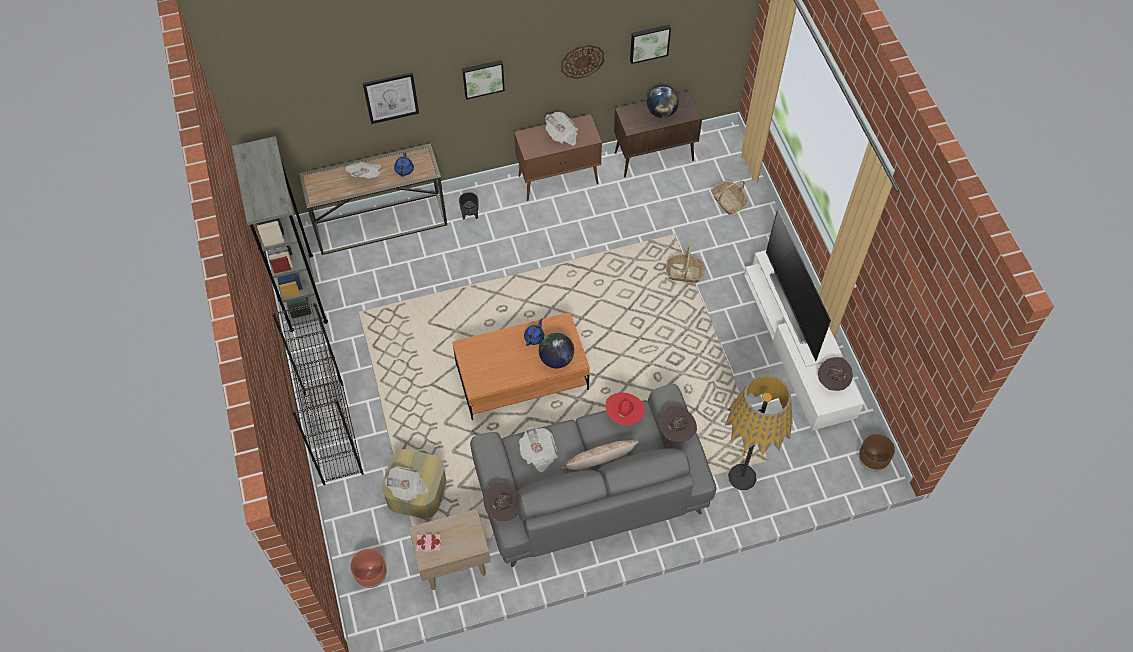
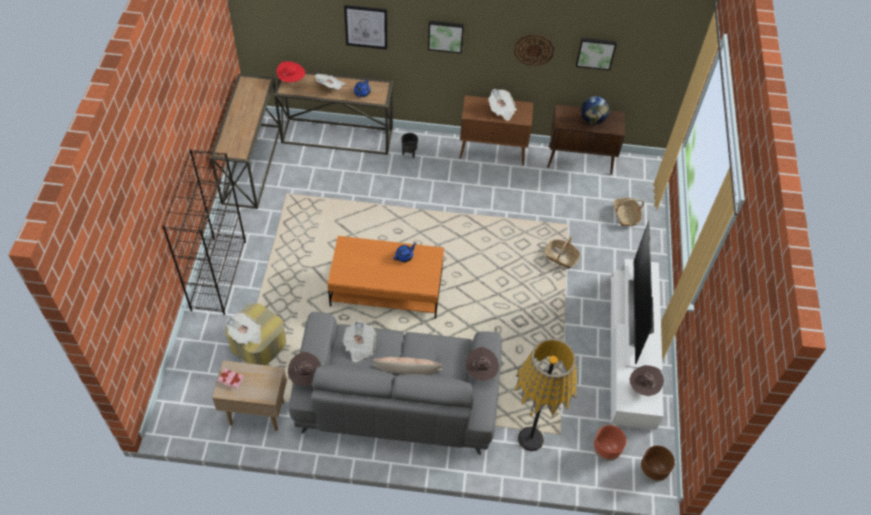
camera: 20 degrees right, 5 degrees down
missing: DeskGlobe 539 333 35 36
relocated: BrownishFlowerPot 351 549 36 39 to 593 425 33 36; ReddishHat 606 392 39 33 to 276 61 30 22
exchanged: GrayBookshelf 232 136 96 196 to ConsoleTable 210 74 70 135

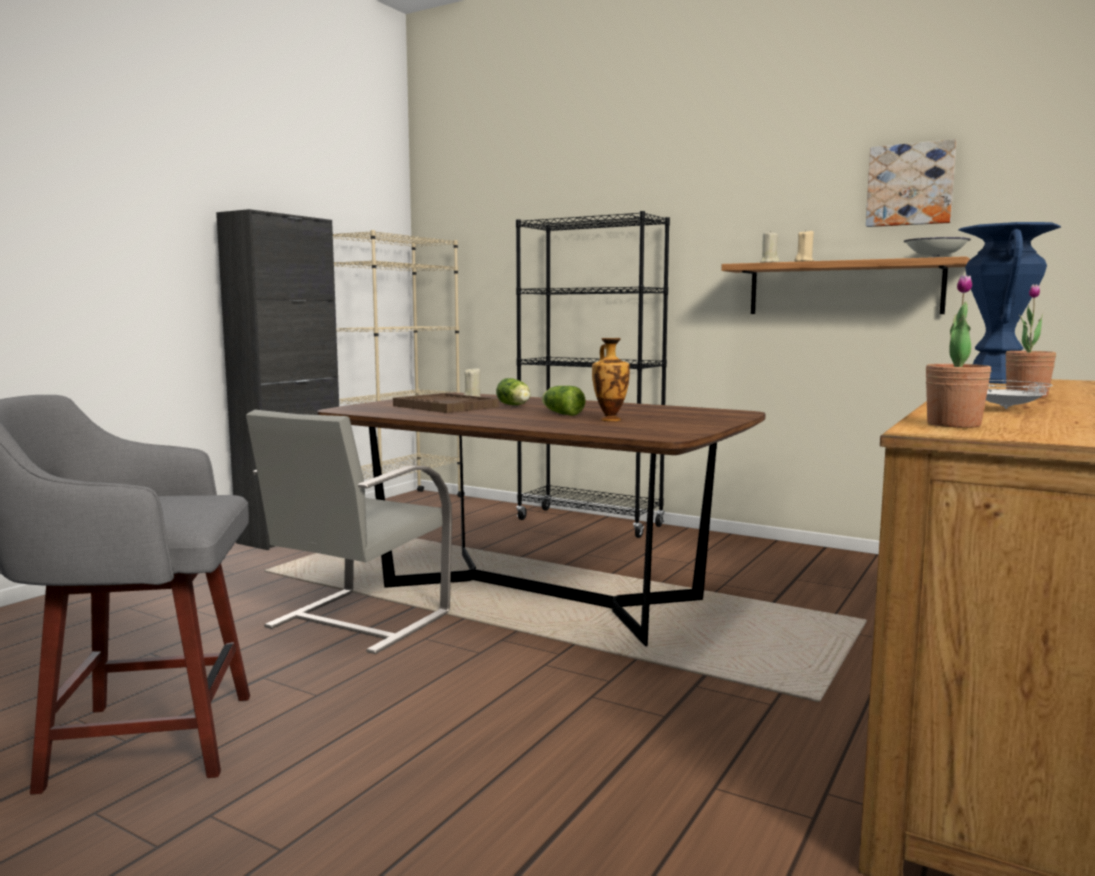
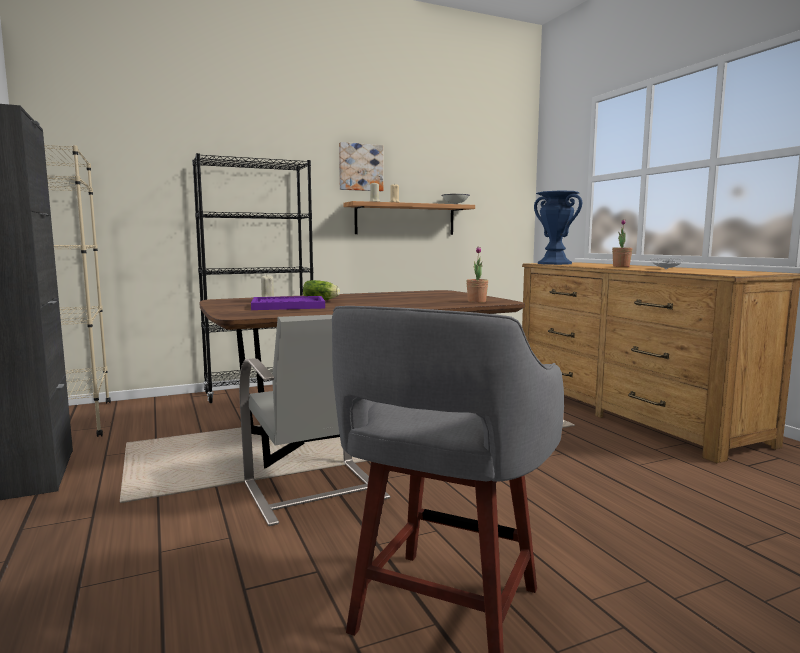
camera: 55 degrees left, 0 degrees up
missing: Lettuce 542 386 43 30; Vase 592 338 38 83
relocated: WallArt 866 139 90 88 to 339 142 44 49; Houseplant 926 274 65 154 to 466 247 22 56
colour: BrownishCarryingTray 393 393 106 20 to PurpleColouredCarryingTray 251 296 74 14

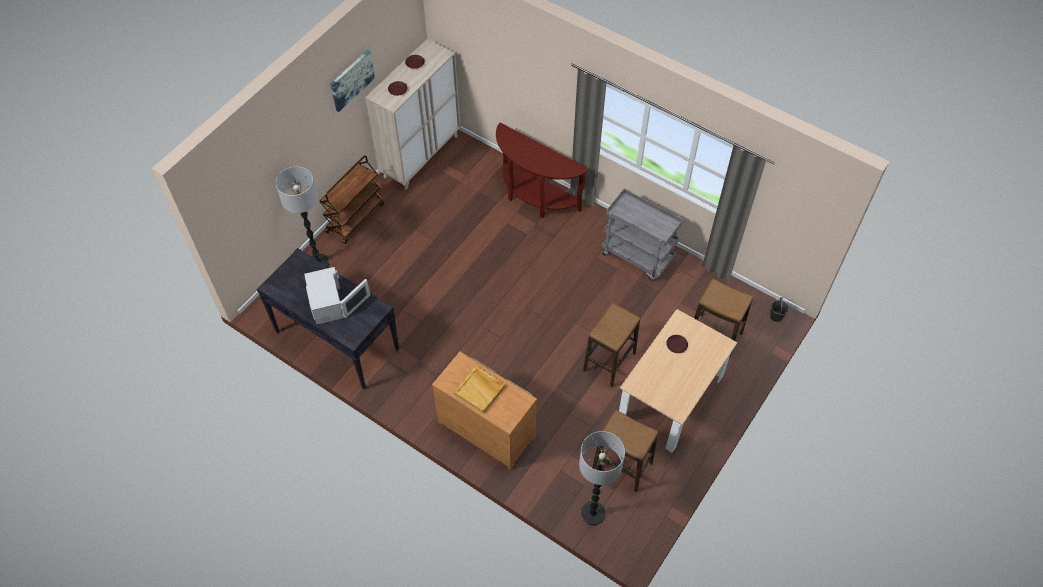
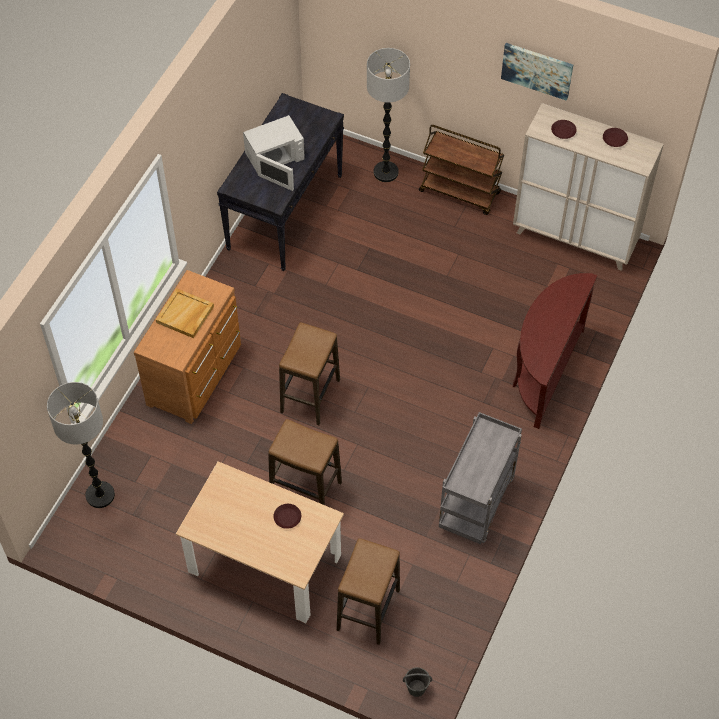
camera: 80 degrees right, 0 degrees up
relocated: SittingStool 592 410 66 82 to 279 322 61 103

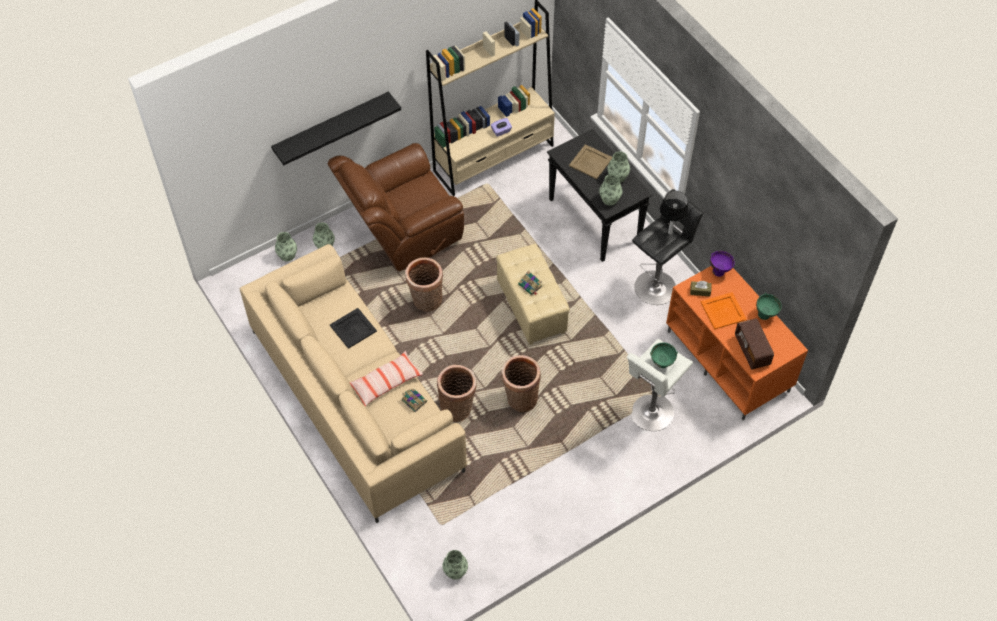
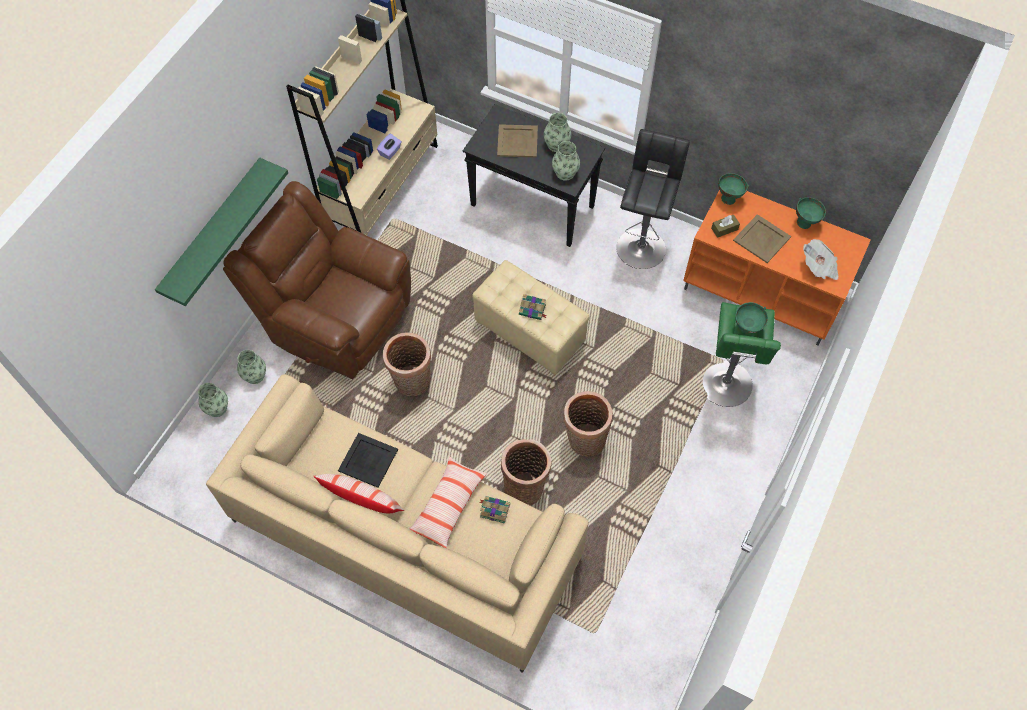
camera: 30 degrees left, 5 degrees up
missing: Vase 443 550 25 30; TabletopLamp 660 191 28 44
appeared: Pillow 313 474 91 39
exchanged: RadioReceiver 735 318 39 51 to PrintedPaper 803 239 36 41
colour: BlackBracketShelf 271 92 130 73 to GreenishBracketShelf 155 158 133 148; WhiteColouredSittingStool 626 339 67 92 to GreenishSittingStool 703 302 78 105; OrangeColouredCarryingTray 701 292 46 37 to SandColouredCarryingTray 733 214 58 49; PurpleColouredDeepDish 710 251 25 26 to GreenishDeepDish 718 173 31 32
spun: BrownishLoungeChair 328 143 136 129 = 223 181 188 198 90 degrees clockwise

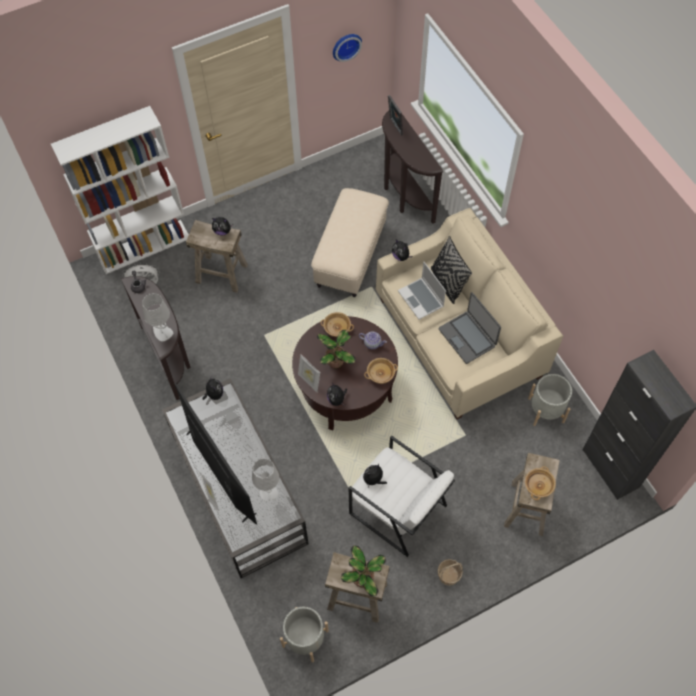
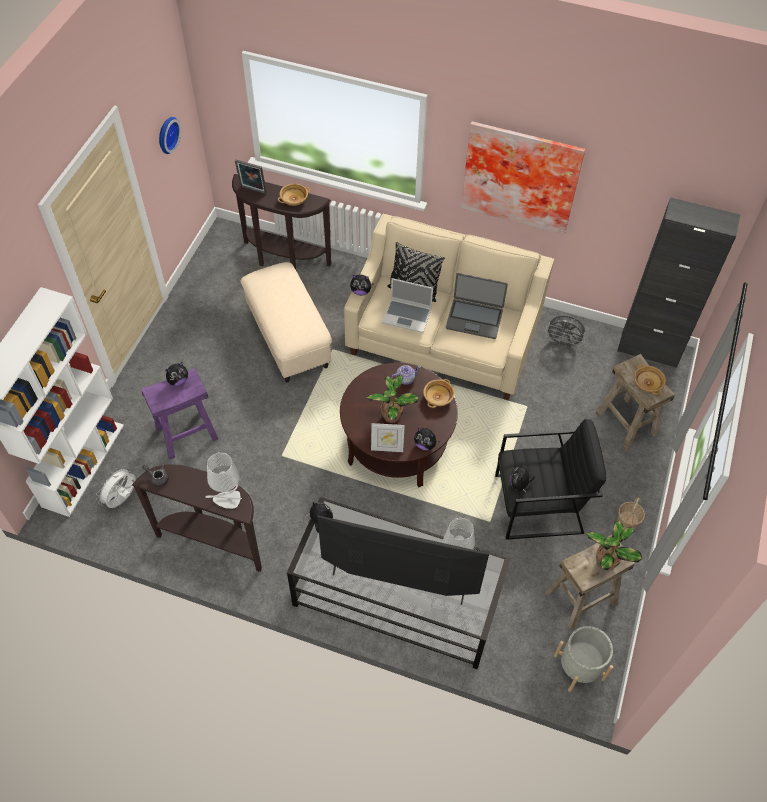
camera: 45 degrees left, 5 degrees down
appeared: WallArt 461 121 124 114
relocated: SandColouredDeepDish 321 312 33 25 to 278 183 32 23
exchanged: GrayFlowerPot 528 374 44 52 to GrayCoolingFan 545 316 41 32
colour: SandColouredSittingStool 186 220 62 73 to PurpleColouredSittingStool 141 368 77 91; WhiteColouredLoungeChair 349 436 106 121 to BlackLoungeChair 495 419 111 121

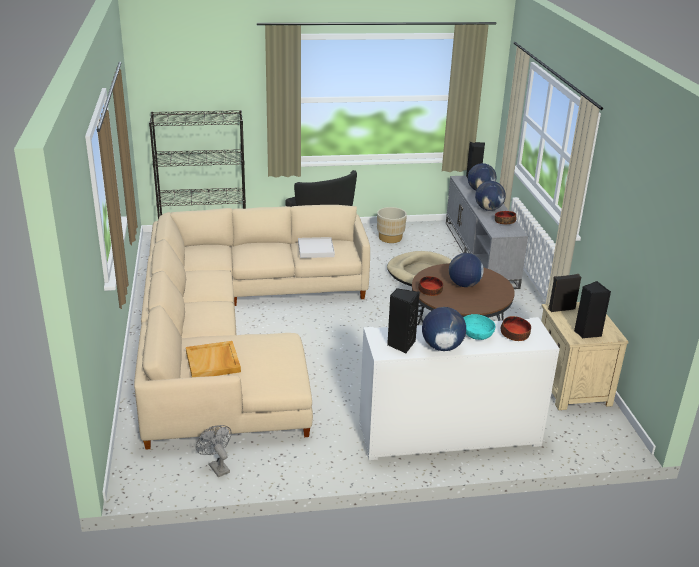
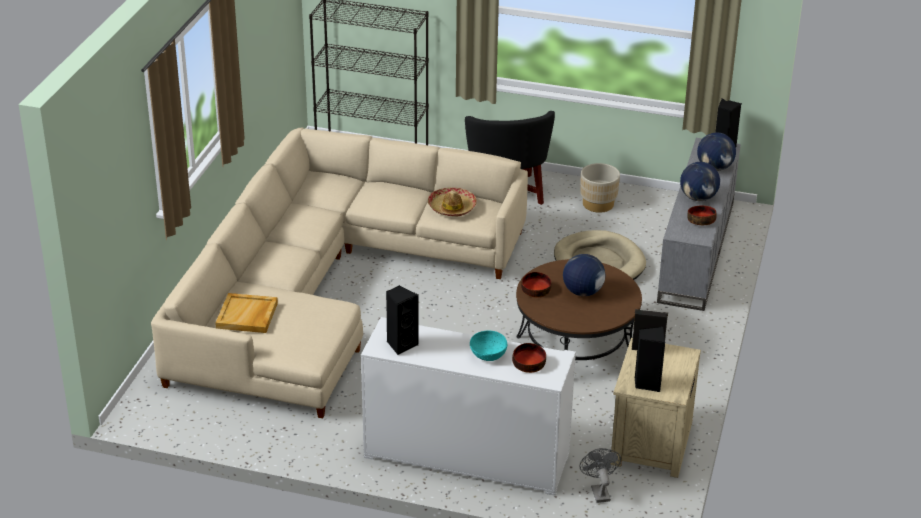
camera: 25 degrees right, 5 degrees up
missing: DeskGlobe 422 307 44 44
relocated: GrayCoolingFan 196 425 35 52 to 580 448 41 55
exchanged: WhiteColouredCarryingTray 298 237 37 21 to Hat 428 188 49 29

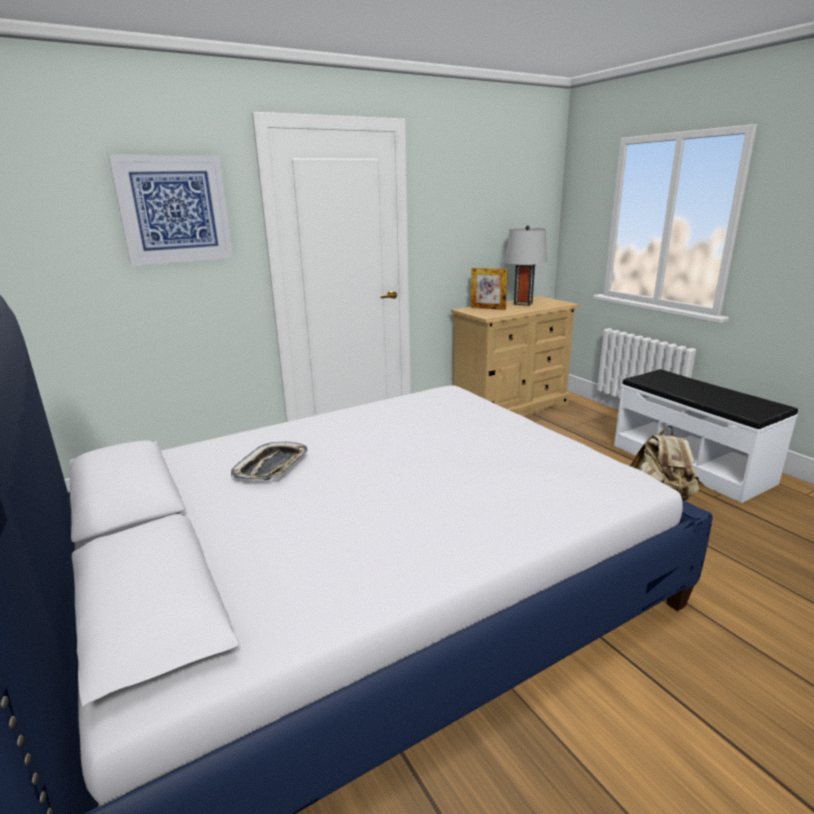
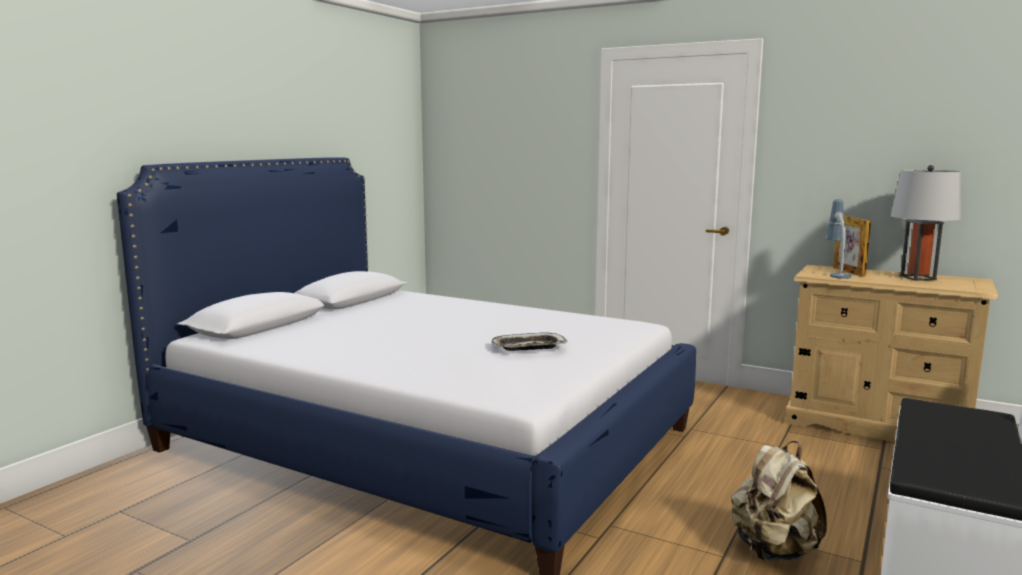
camera: 60 degrees right, 10 degrees down
missing: WallArt 108 155 125 111
appeared: TabletopLamp 826 199 25 80
relocated: CarryingTray 231 442 77 39 to 492 333 76 18

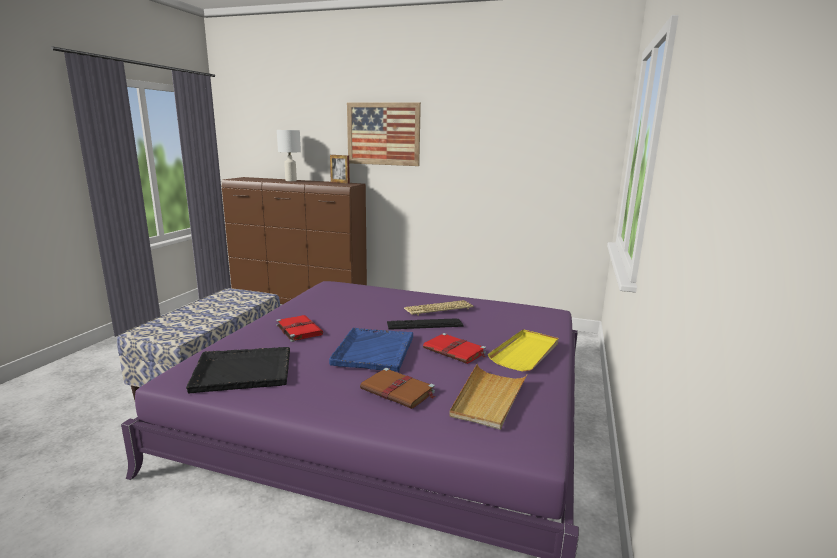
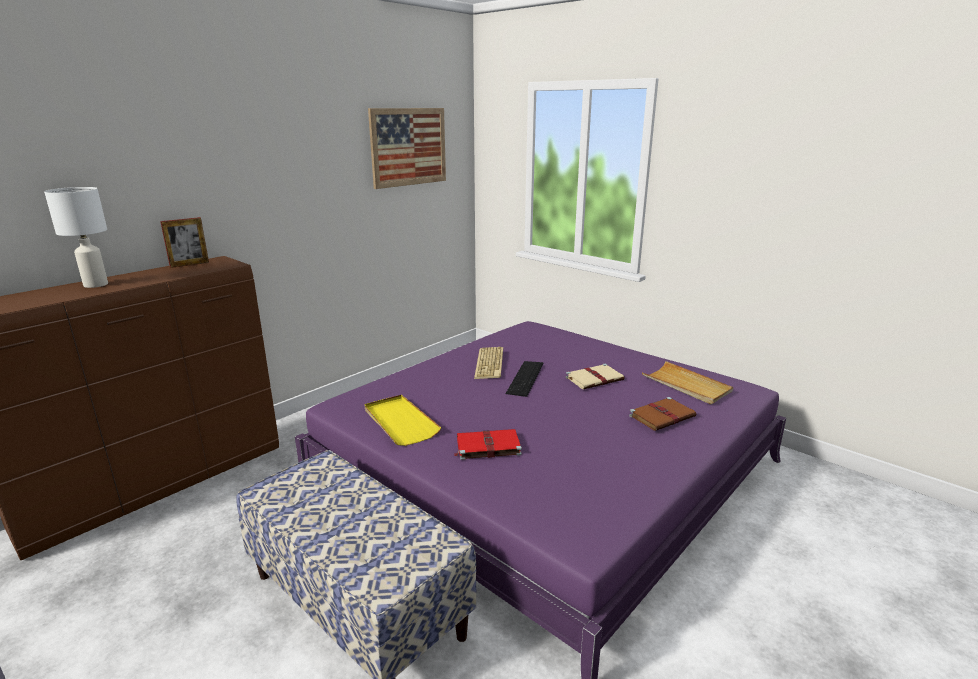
camera: 65 degrees left, 5 degrees up
missing: BlackCarryingTray 186 347 104 47; BluishCarryingTray 329 328 84 44
relocated: WallArt 347 102 74 64 to 368 108 78 81; YellowCarryingTray 488 329 71 42 to 364 395 77 51
colour: ReddishVolume 423 333 64 31 to SandColouredVolume 566 364 59 25

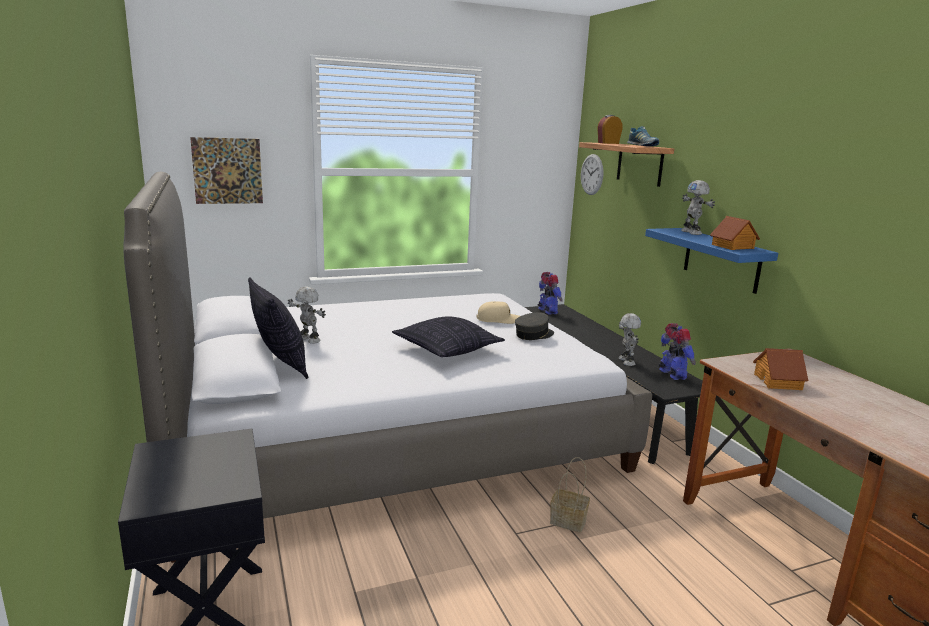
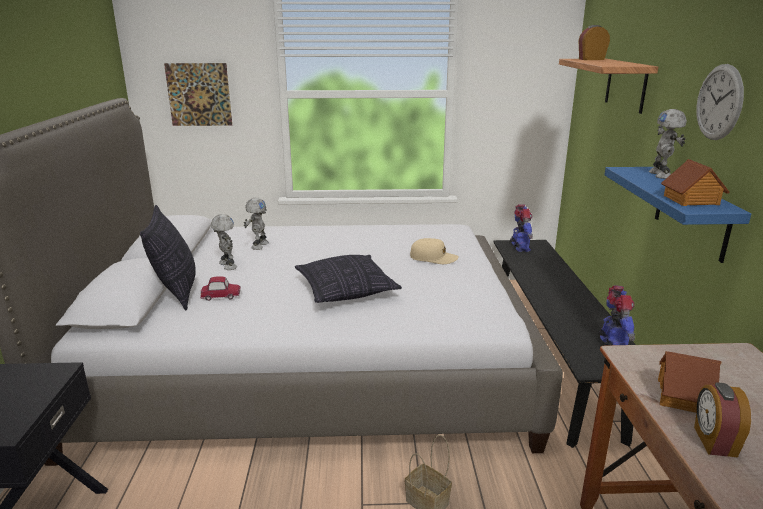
camera: 20 degrees right, 5 degrees up
missing: GrayCap 515 312 39 28; ItemOfFootwear 627 126 32 20
appeared: ModelCar 200 276 41 25; TableClock 694 382 57 75
relocated: WallClock 581 154 23 41 to 696 64 48 76; RobotFigure 619 313 22 53 to 244 198 25 52

